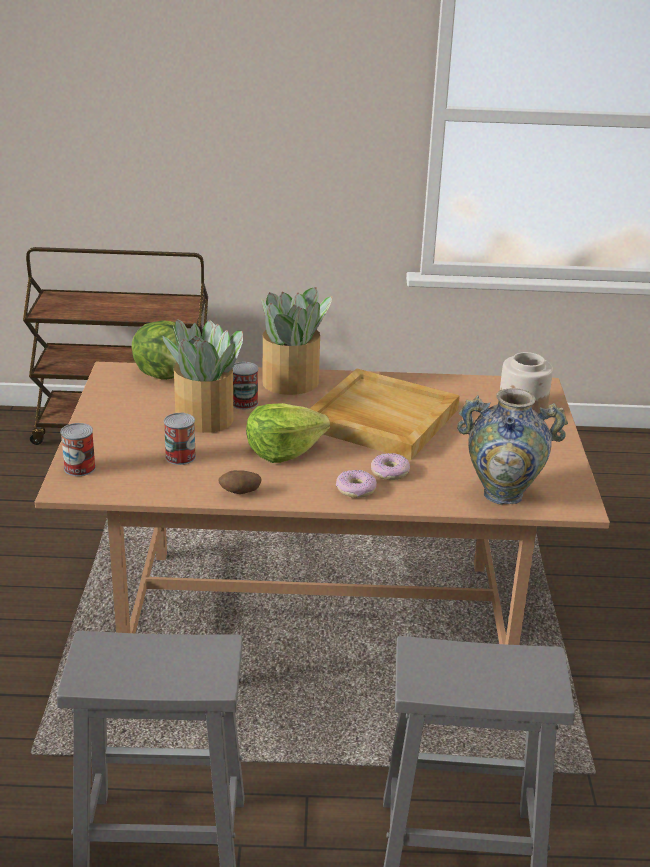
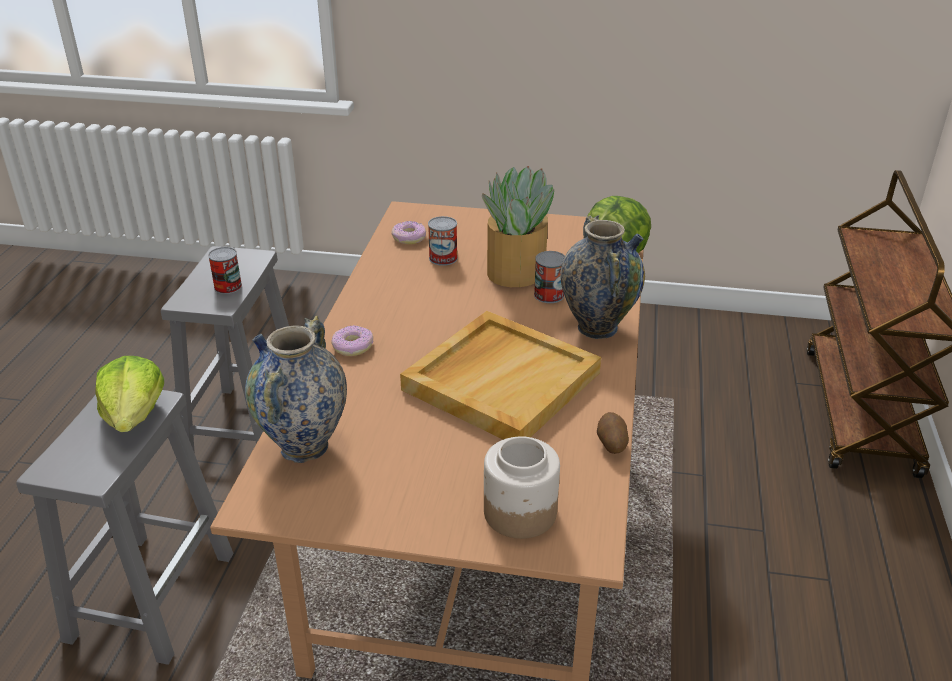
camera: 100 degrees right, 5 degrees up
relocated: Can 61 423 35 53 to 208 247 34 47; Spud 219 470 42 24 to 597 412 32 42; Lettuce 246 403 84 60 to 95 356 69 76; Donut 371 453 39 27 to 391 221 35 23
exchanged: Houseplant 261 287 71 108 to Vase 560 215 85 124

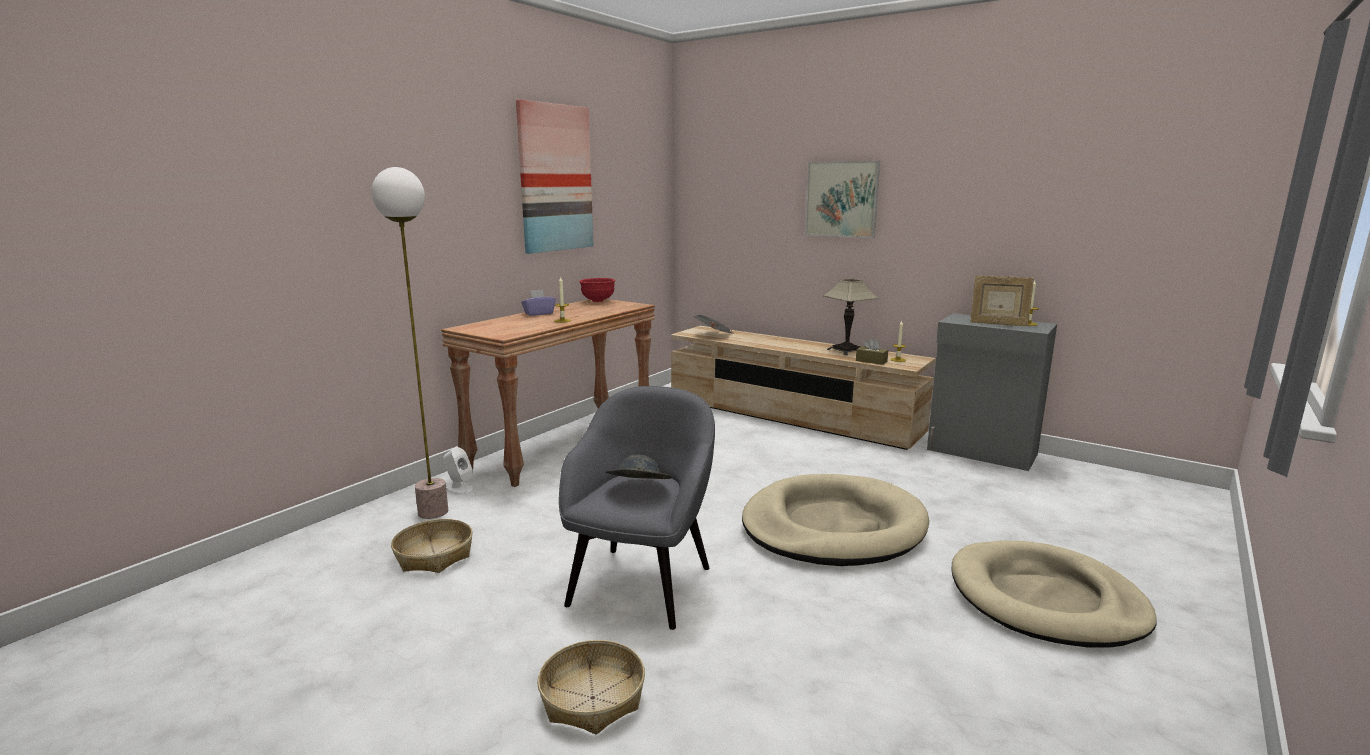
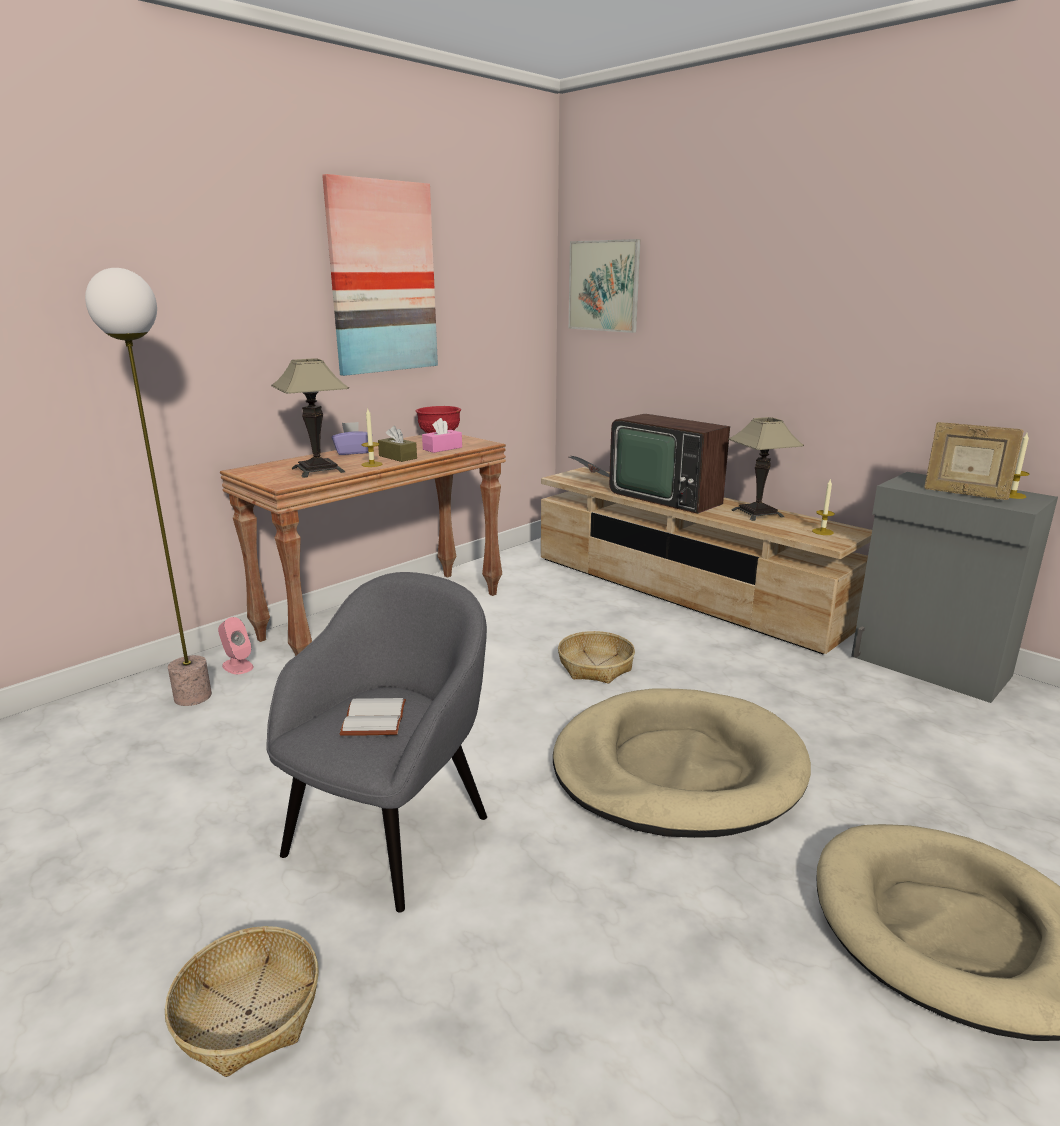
camera: 10 degrees right, 5 degrees up
appeared: TabletopLamp 271 358 78 120; PinkTissueBox 422 418 40 35; TvSet 609 414 121 100
relocated: StorageBasket 391 519 82 54 to 558 631 77 52; WallArt 805 161 75 77 to 569 239 71 94; BrownishTissueBox 856 338 32 27 to 378 426 39 36
exchanged: GrayHat 605 455 67 24 to WhiteColouredVolume 340 698 66 37
colour: WhiteColouredAudioSpeaker 443 447 30 48 to PinkAudioSpeaker 218 617 36 57

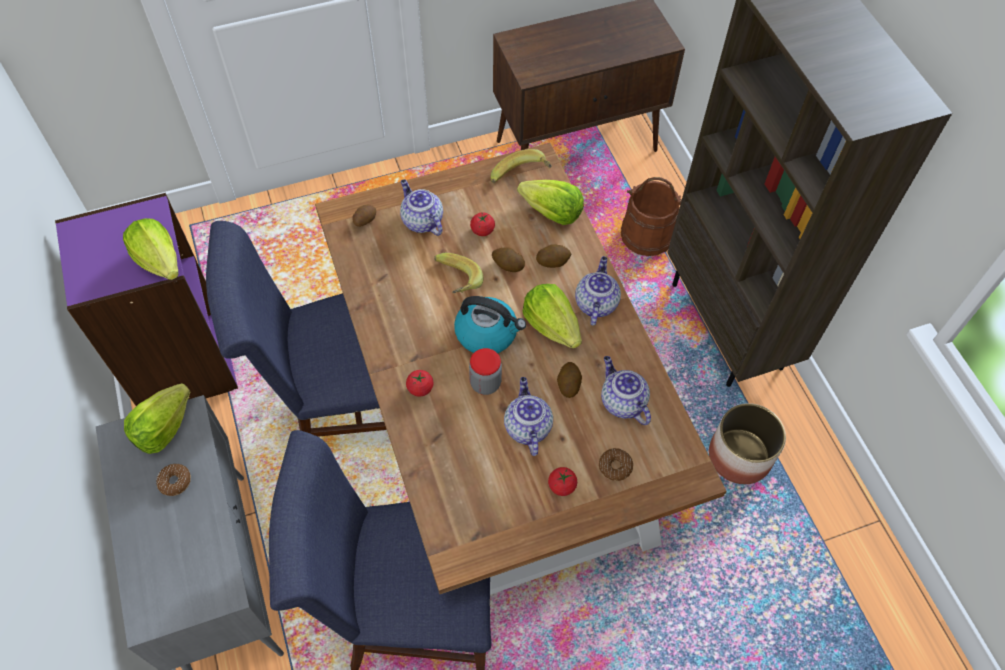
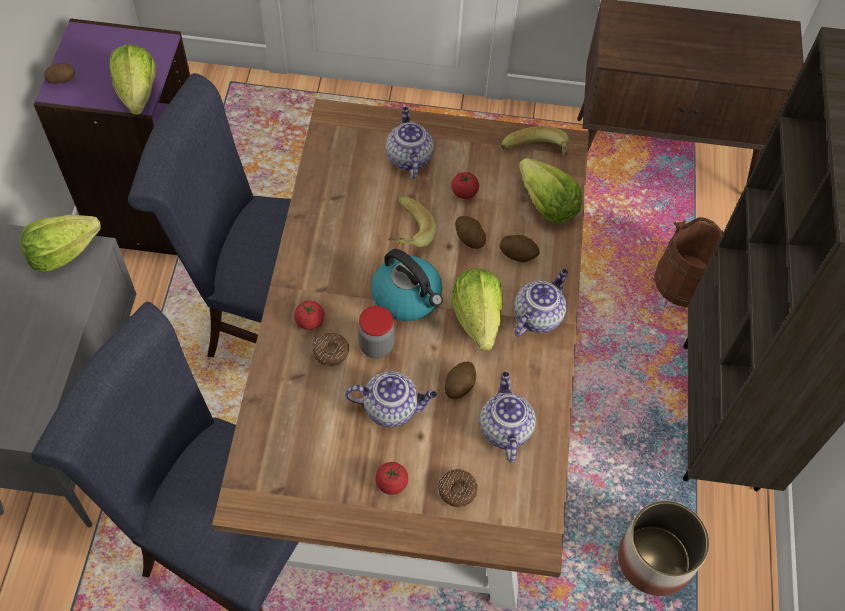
camera: 25 degrees right, 0 degrees up
relocated: Donut 156 464 35 32 to 312 333 37 33; Spud 352 205 24 22 to 44 63 31 21
spun: TeaPot 504 377 49 79 = 345 371 92 56 75 degrees clockwise

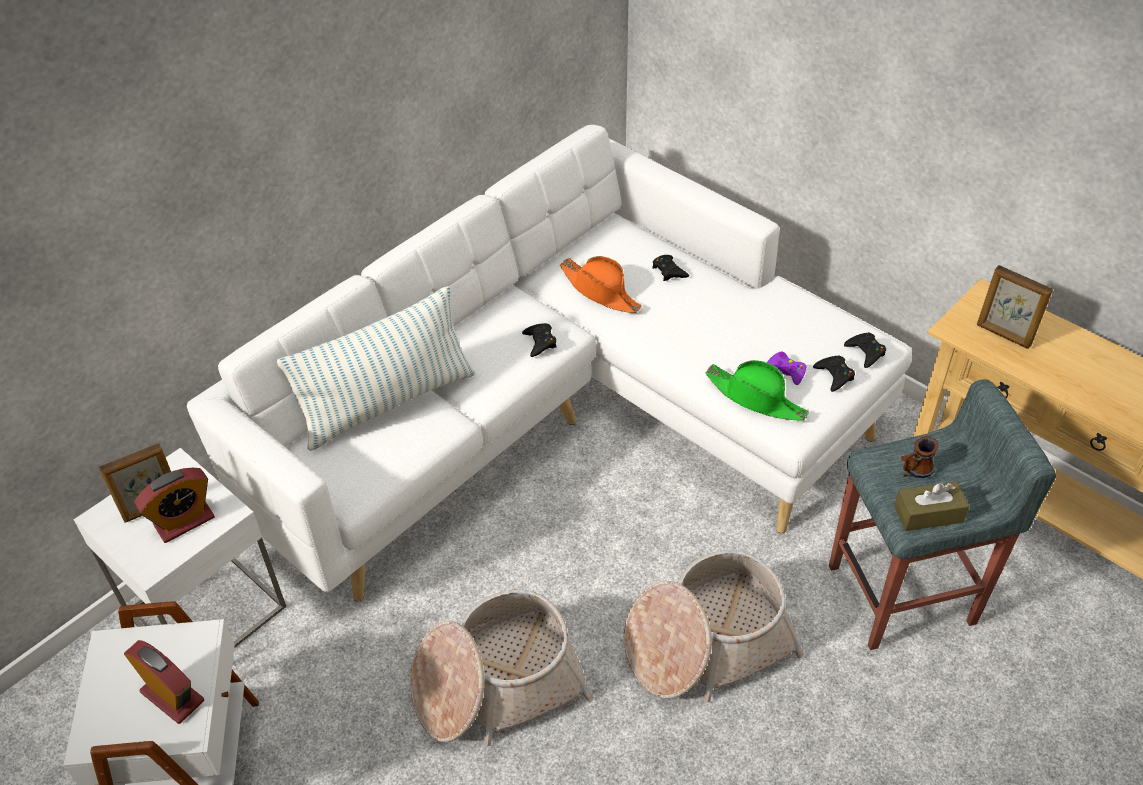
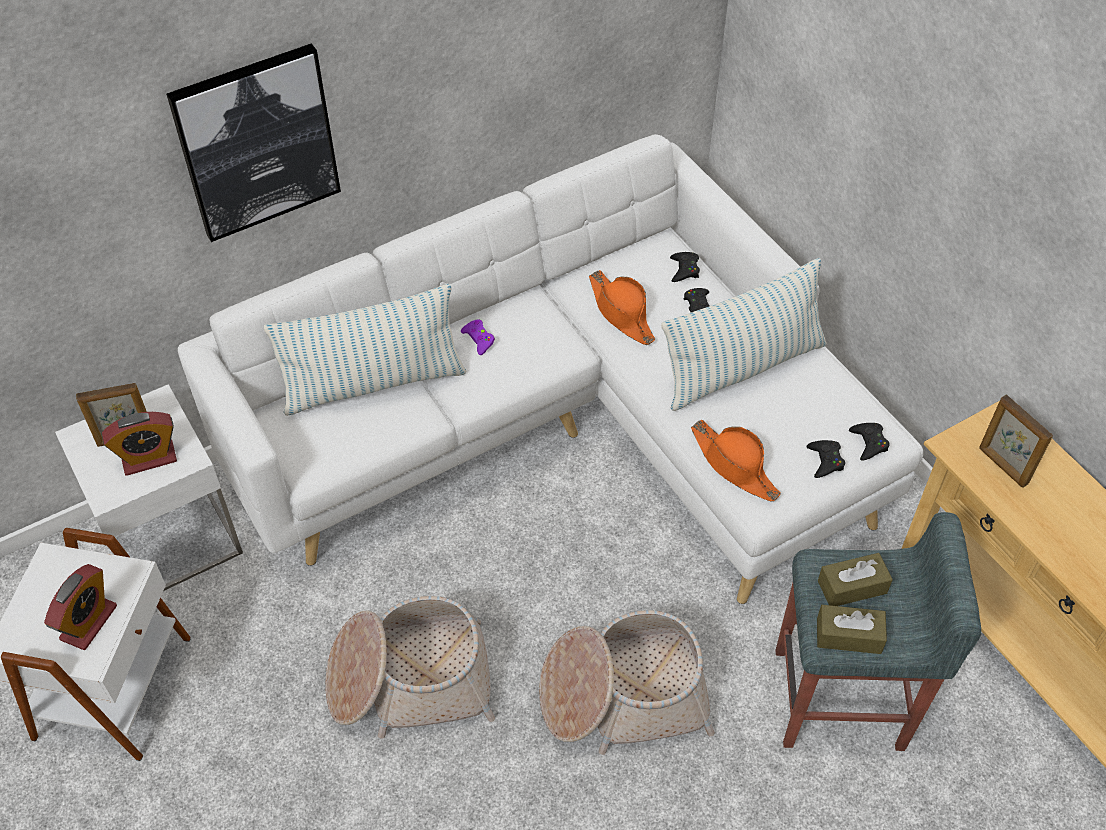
camera: 15 degrees right, 5 degrees up
appeared: WallArt 166 43 175 199; Pillow 661 258 166 153
relocated: BlackGameController 522 323 35 34 to 670 252 30 30; PurpleColouredGameController 767 352 40 33 to 461 319 34 36
exchanged: Mug 901 436 38 42 to BrownishTissueBox 818 553 75 53
colour: GreenishHat 705 360 104 60 to OrangeColouredHat 691 420 90 82
spun: TableClock 124 640 80 84 = 44 564 73 86 60 degrees clockwise

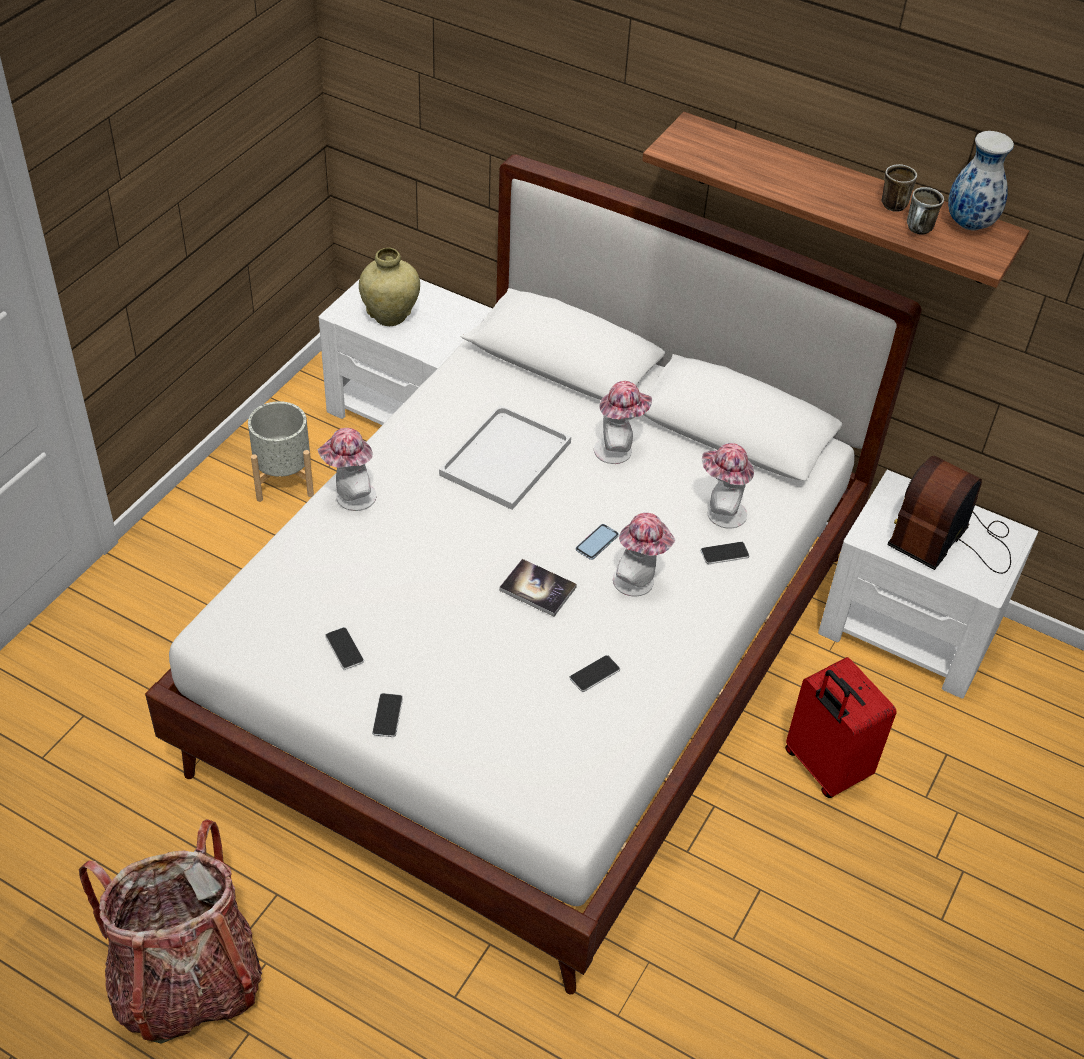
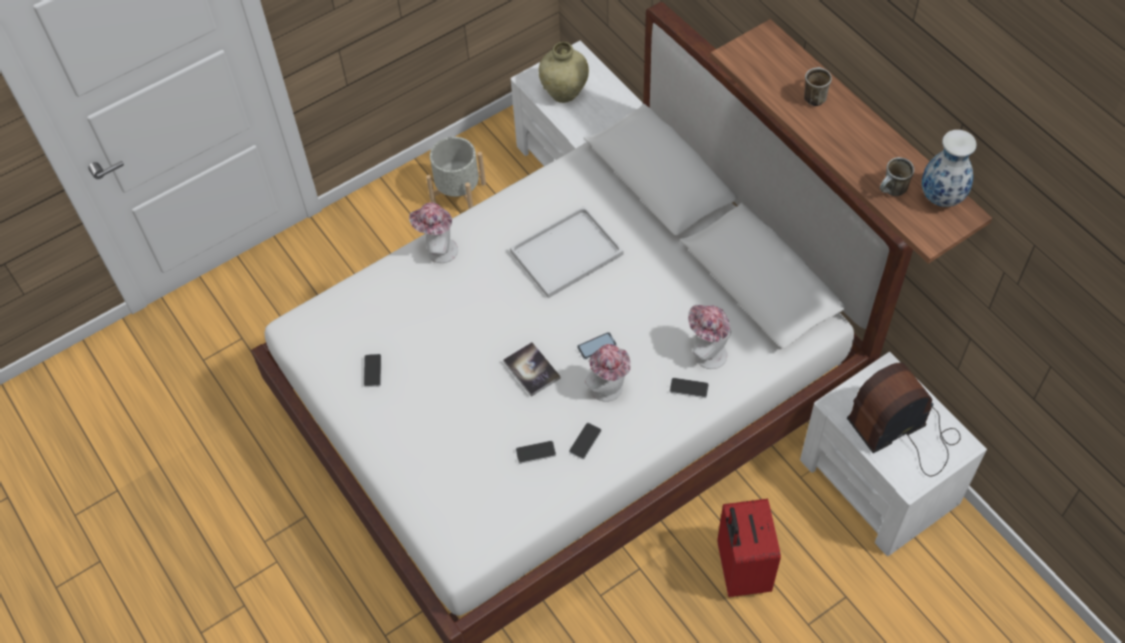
camera: 30 degrees right, 10 degrees up
missing: Backpack 79 819 183 225; Hat 594 381 58 83
relocated: Handset 372 693 31 44 to 569 423 33 36; Mug 881 164 36 48 to 804 67 28 39

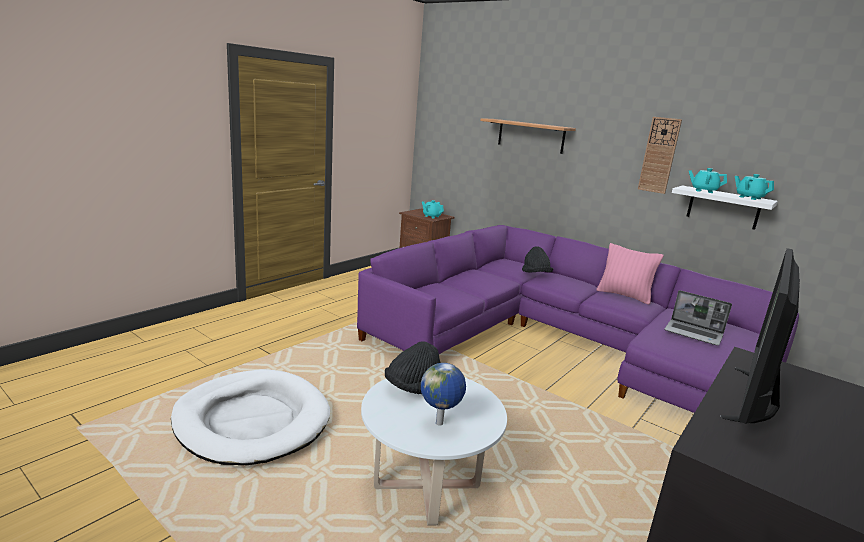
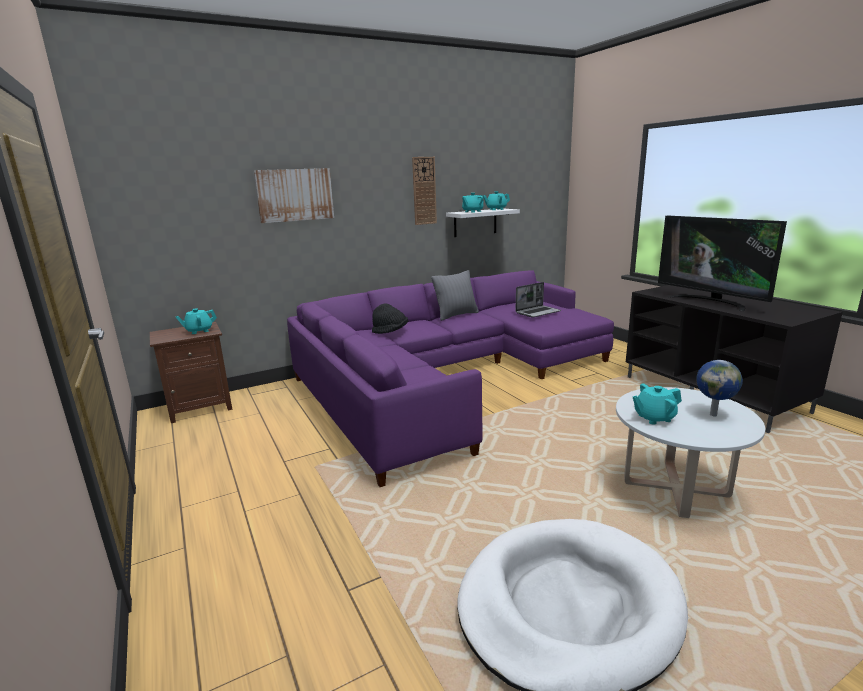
camera: 65 degrees left, 0 degrees up
exchanged: BlackHat 385 341 55 53 to BlueGreenTeaPot 633 383 49 42; BracketShelf 480 118 96 36 to WallArt 253 168 81 55
colour: PinkPillow 596 243 68 62 to GrayPillow 431 270 48 51

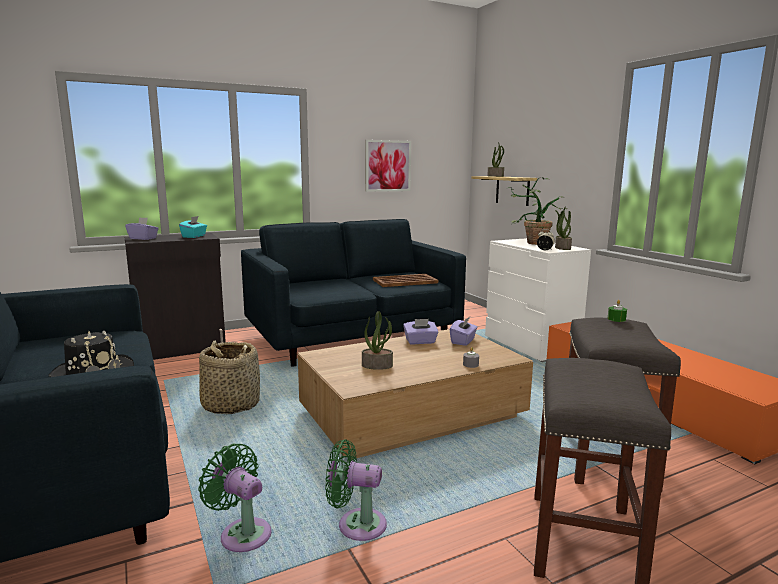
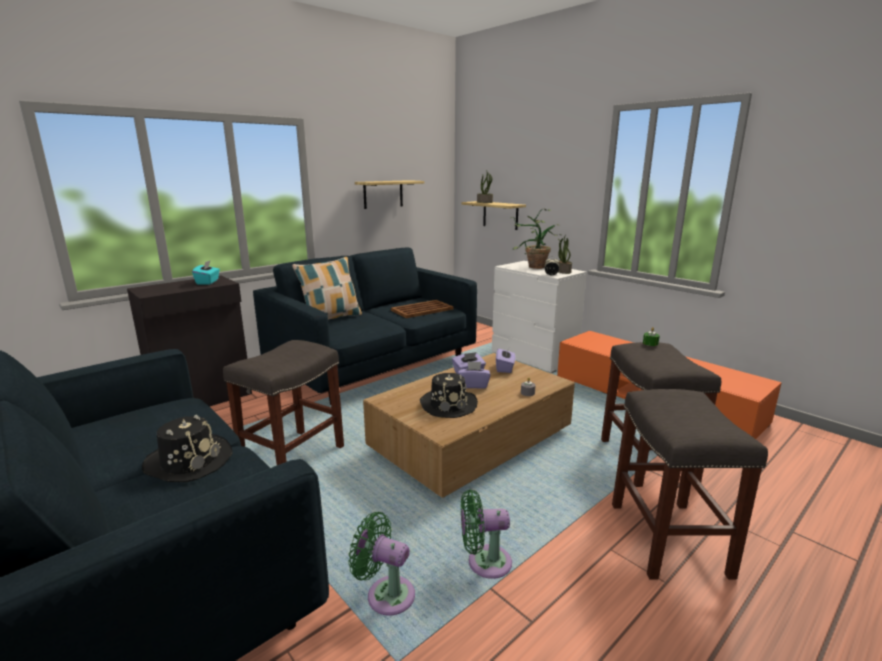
camera: 15 degrees left, 5 degrees up
appeared: Pillow 292 257 70 63
relocated: PurpleColouredTissueBox 125 217 34 23 to 458 361 32 28
exchanged: StorageBasket 199 340 61 74 to GraySittingStool 223 340 121 125; Houseplant 362 311 31 59 to BlackHat 420 373 58 45; WallArt 365 140 46 52 to BracketShelf 355 180 69 29

